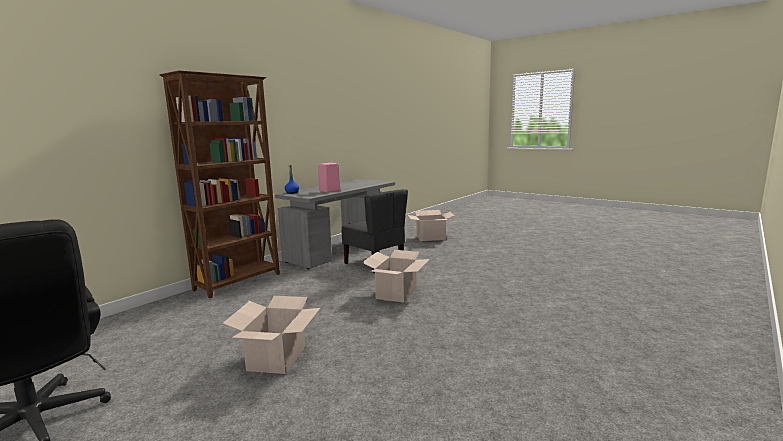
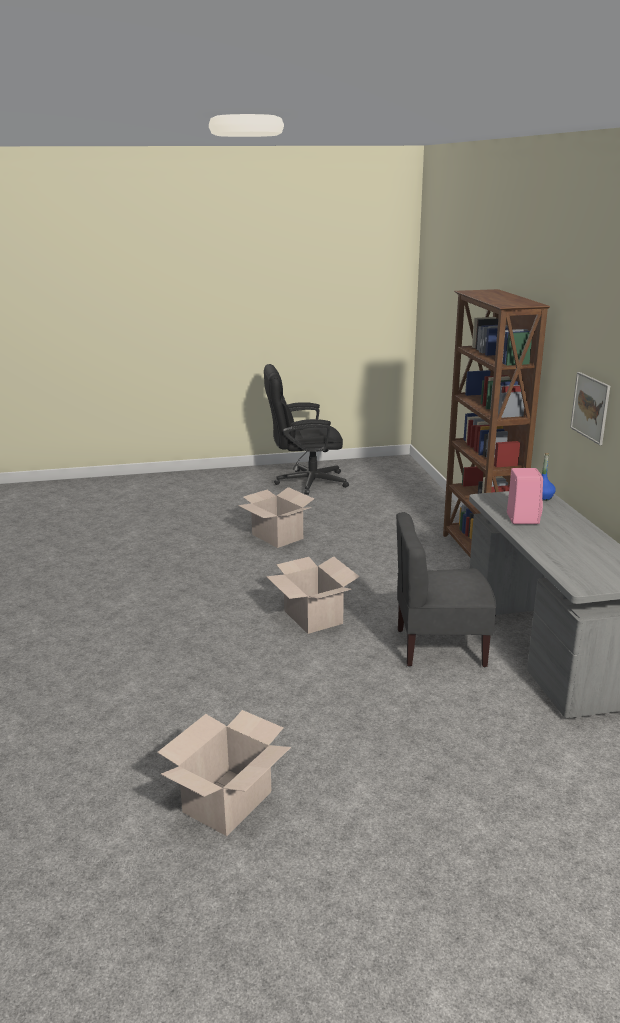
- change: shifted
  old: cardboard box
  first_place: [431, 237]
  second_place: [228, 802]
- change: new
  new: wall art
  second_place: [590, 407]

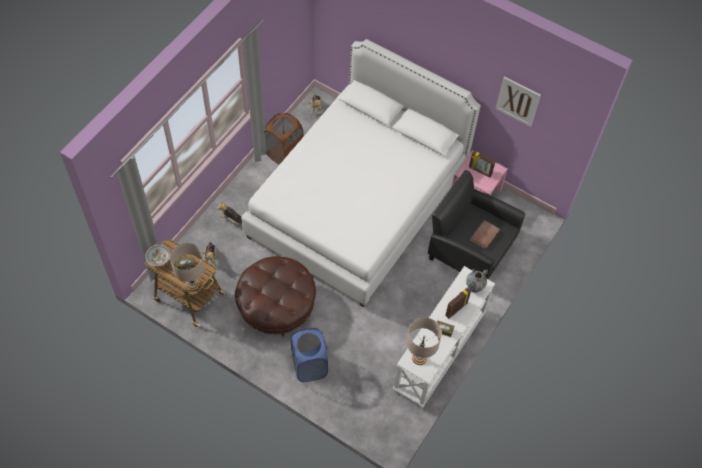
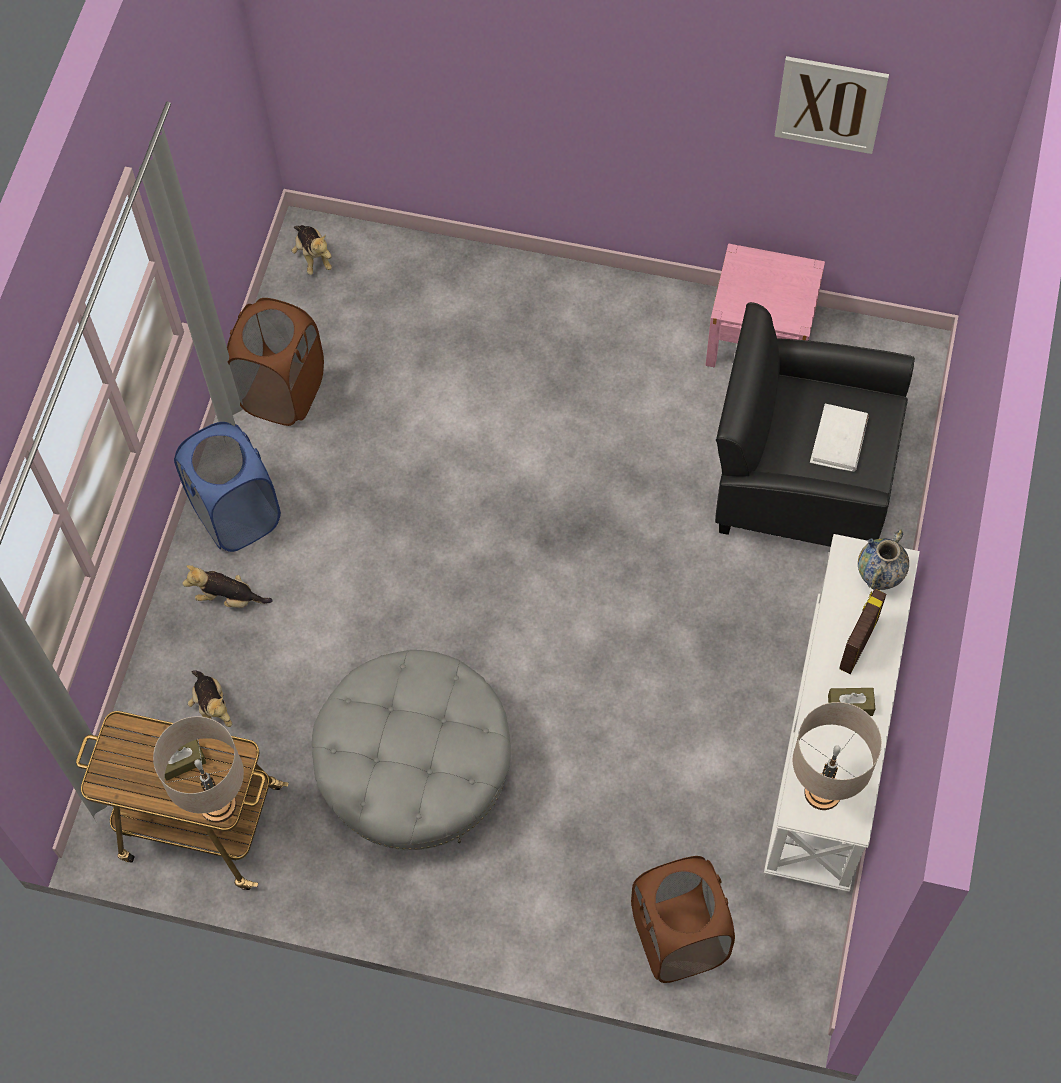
- change: shifted
  old: blue-coloured washing basket
  first_place: [309, 366]
  second_place: [236, 514]
- change: repainted
  old: brown-coloured footrest
  new: gray footrest
  first_place: [276, 307]
  second_place: [416, 772]
- change: new
  new: brown-coloured washing basket
  second_place: [679, 938]
- change: repainted
  old: brown-coloured volume
  new: whitish volume
  first_place: [484, 235]
  second_place: [839, 440]
- change: gone
  old: serving bowl
  first_place: [159, 258]
- change: gone
  old: whitish bedroom bed
  first_place: [357, 203]
- change: gone
  old: photo frame
  first_place: [480, 171]

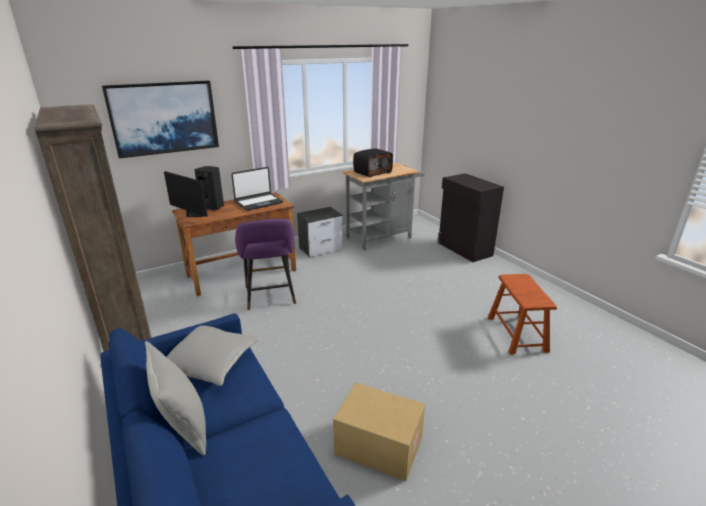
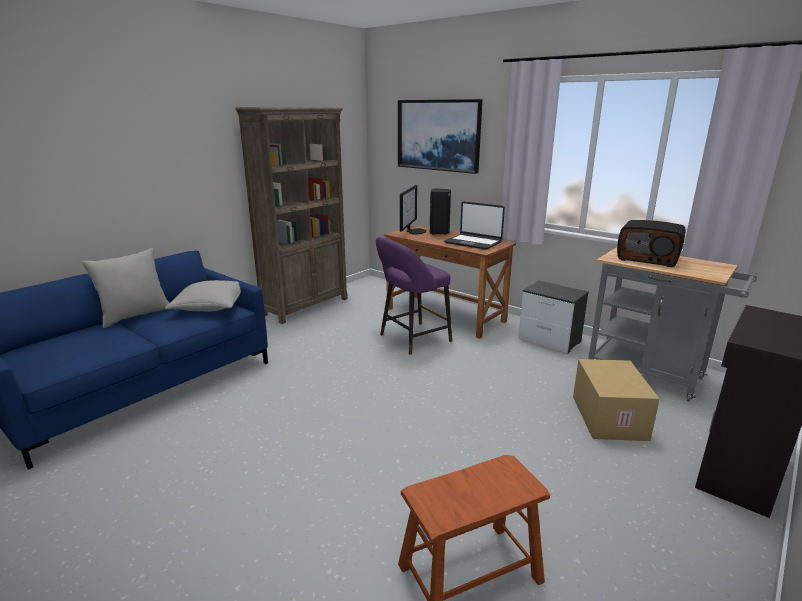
- change: shifted
  old: cardboard box
  first_place: [377, 446]
  second_place: [607, 417]

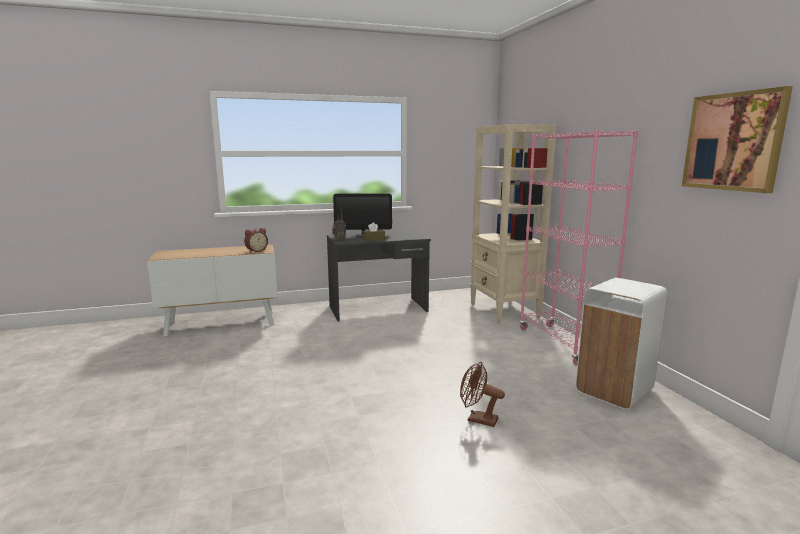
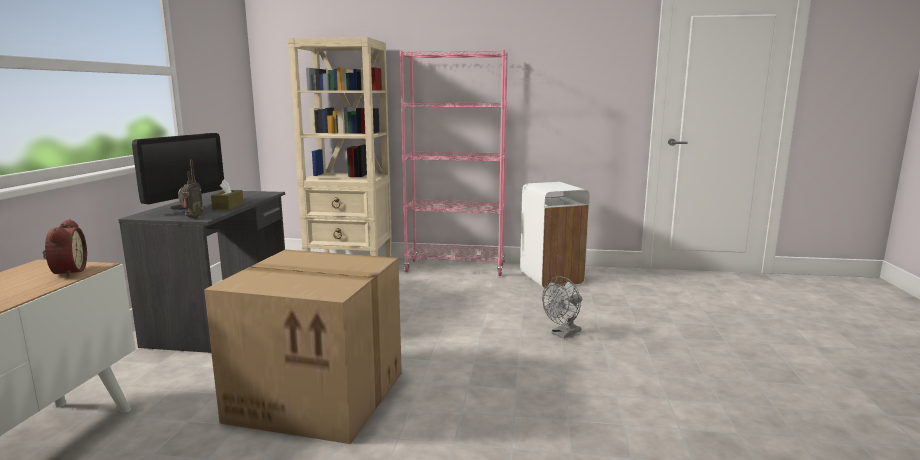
- change: new
  new: cardboard box
  second_place: [321, 395]
- change: repainted
  old: brown-coloured fan
  new: gray fan
  first_place: [477, 419]
  second_place: [563, 334]
- change: gone
  old: wall art
  first_place: [733, 142]

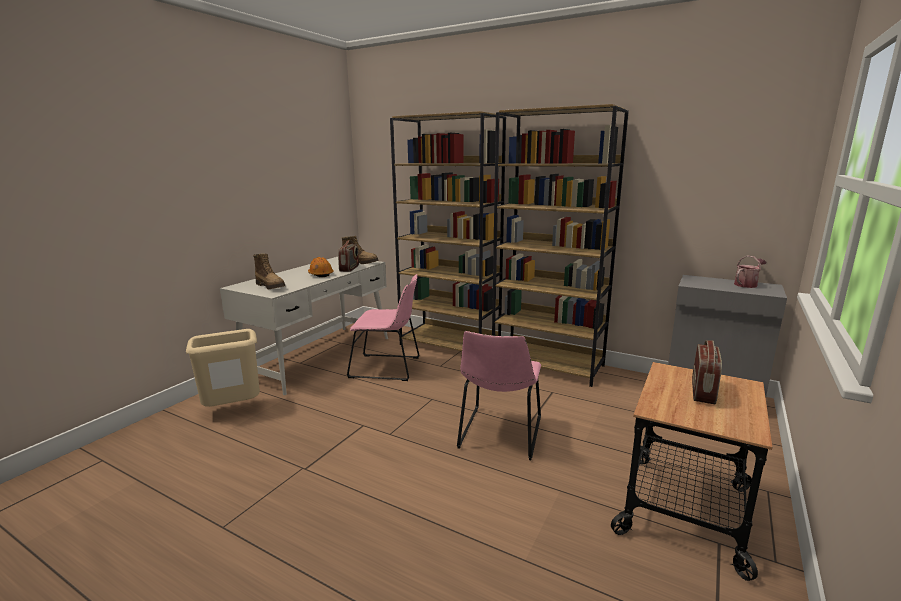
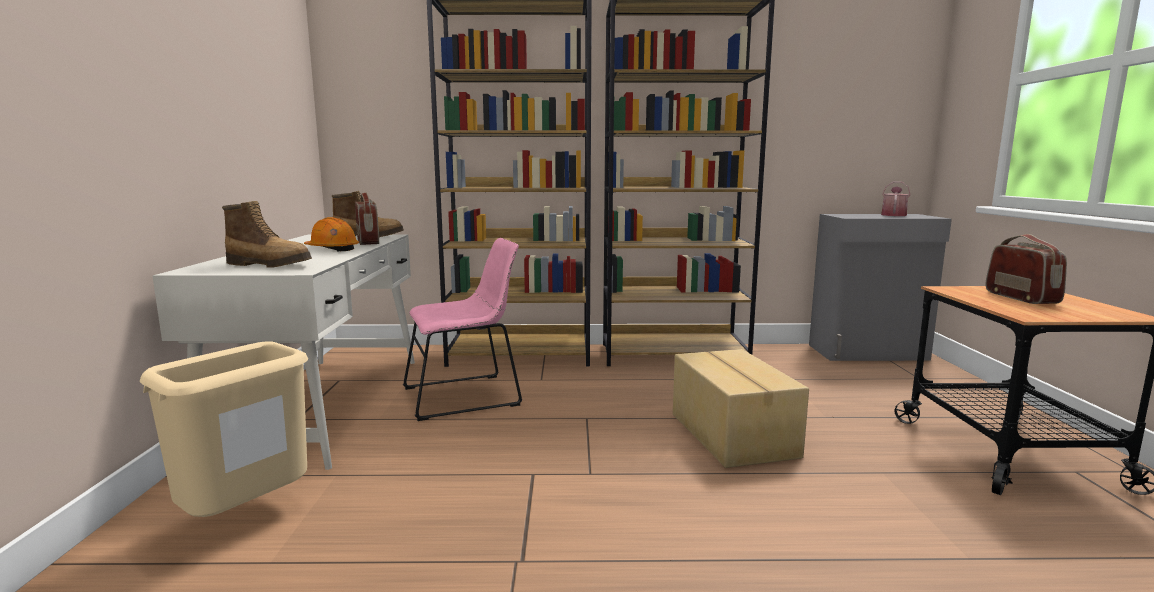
- change: swapped
  old: pink-coloured plain chair
  new: cardboard box
  first_place: [499, 434]
  second_place: [731, 435]

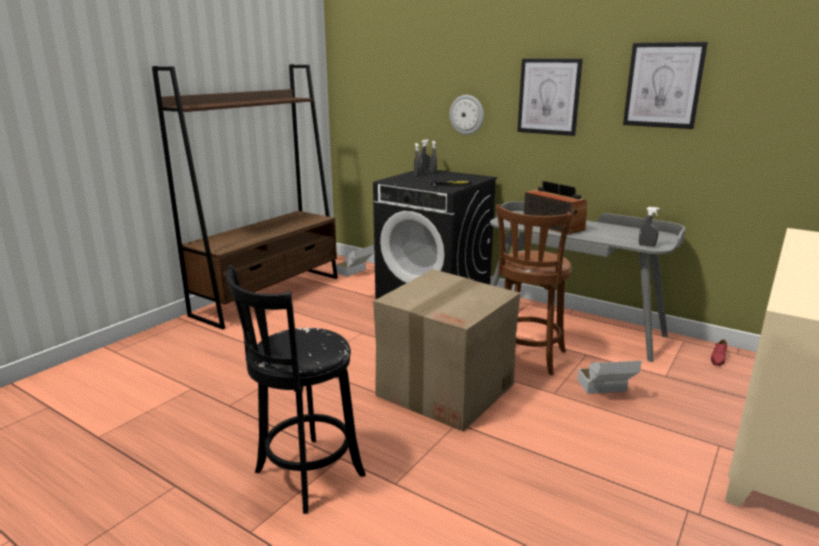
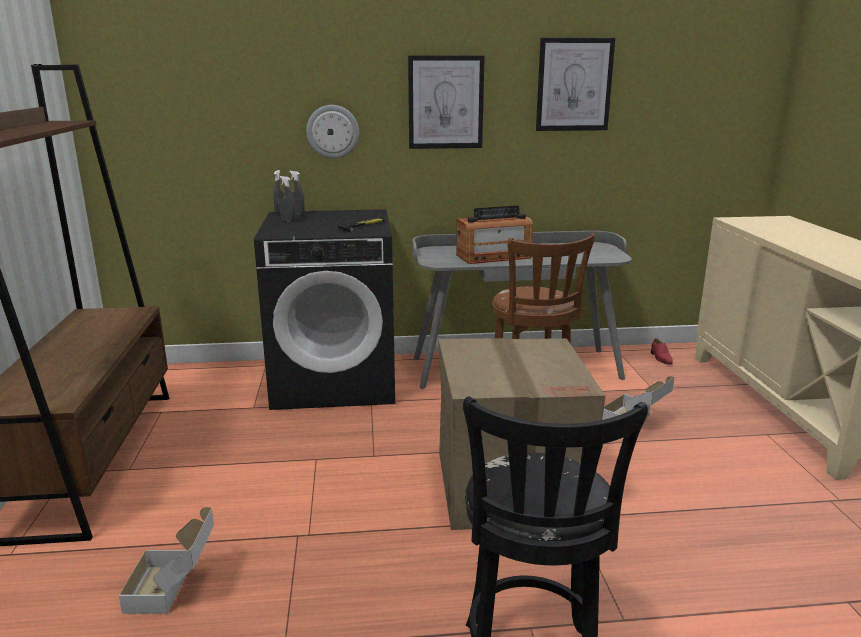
- change: shifted
  old: cardboard box
  first_place: [355, 273]
  second_place: [175, 589]
- change: rotated
  old: radio set
  first_place: [553, 226]
  second_place: [494, 257]
  degrees: 150
- change: gone
  old: gray spray bottle
  first_place: [647, 245]

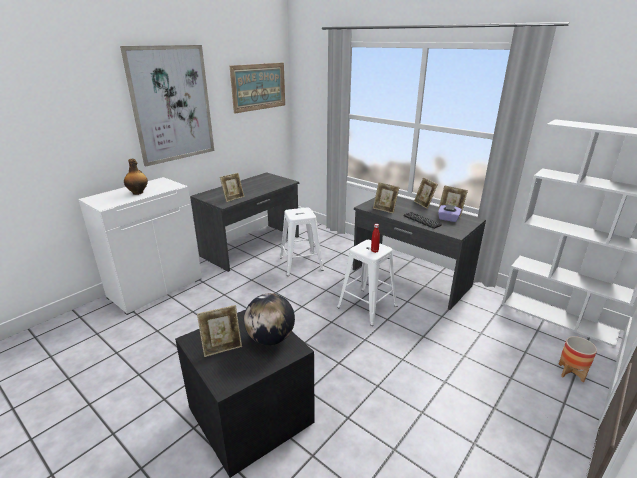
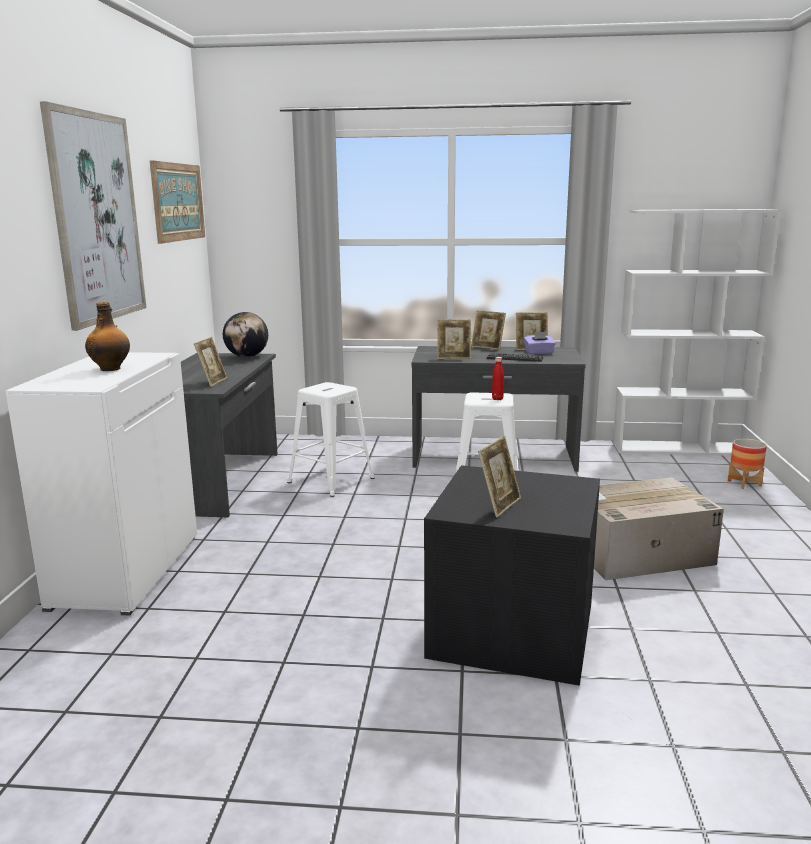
- change: shifted
  old: desk globe
  first_place: [270, 339]
  second_place: [247, 356]
- change: new
  new: cardboard box
  second_place: [636, 553]

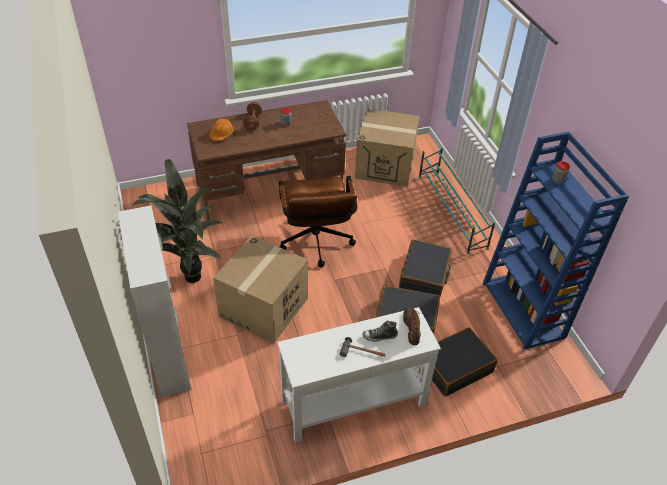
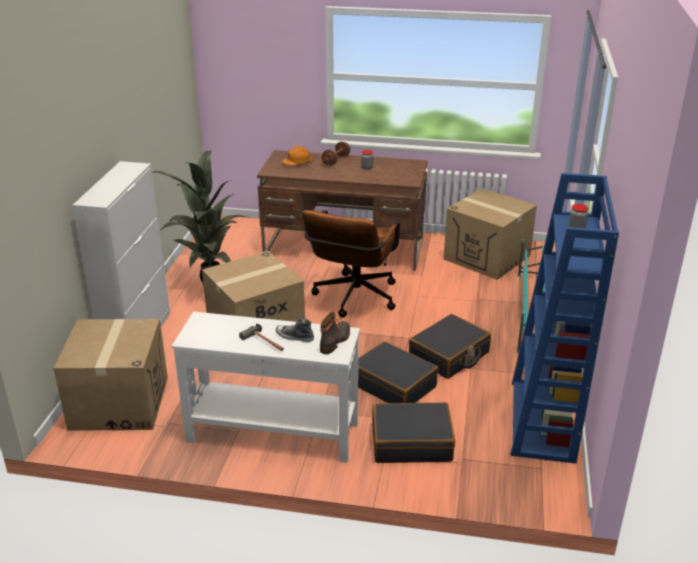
- change: new
  new: cardboard box
  second_place: [119, 403]

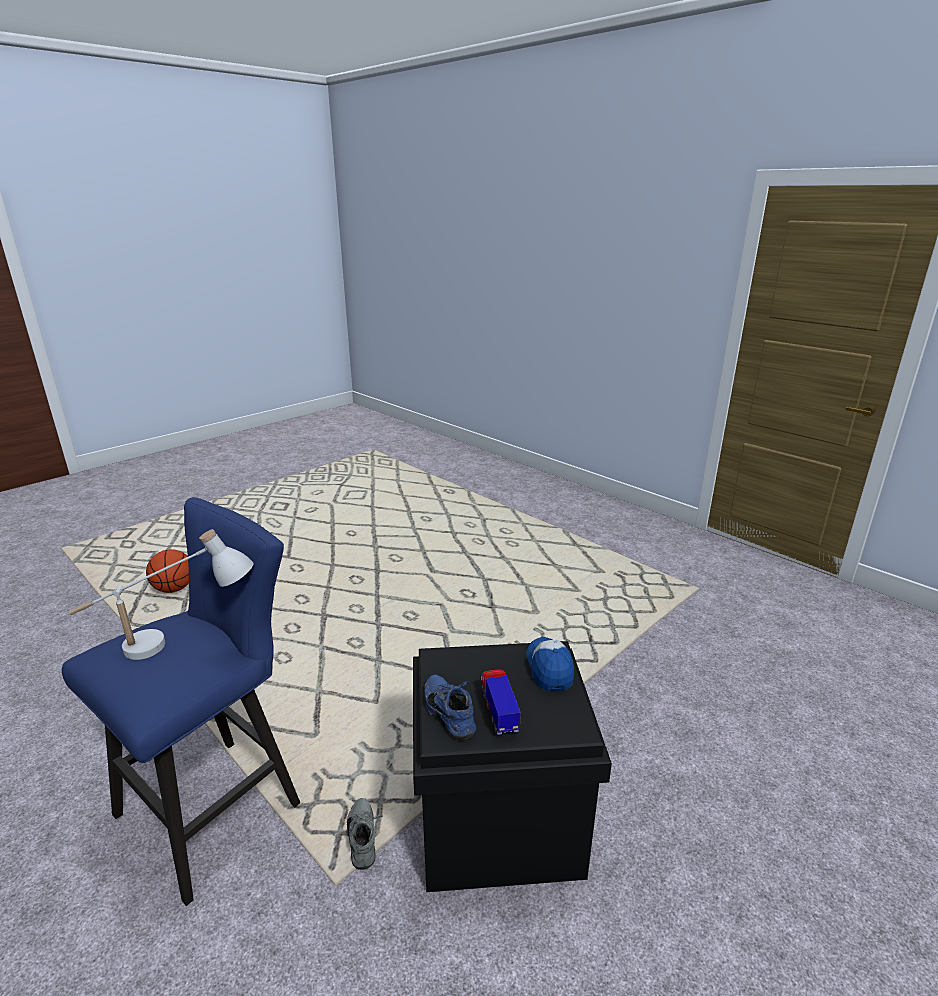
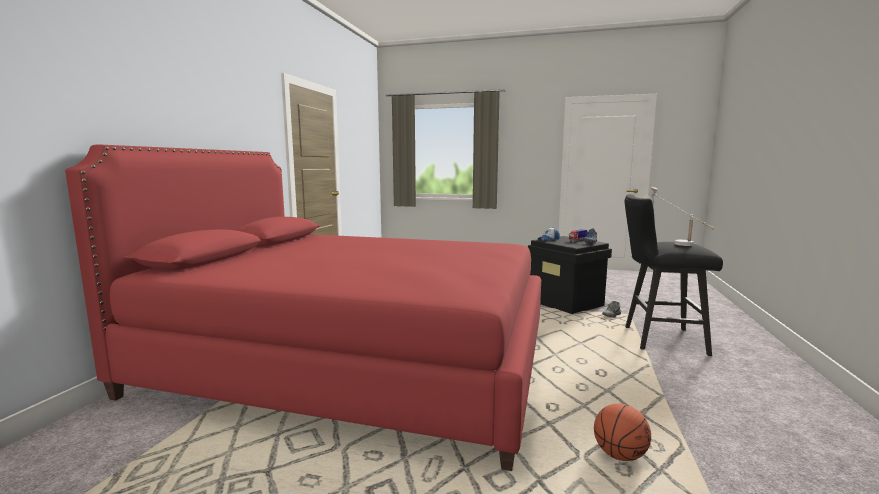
- change: new
  new: red-coloured bedroom bed
  second_place: [355, 362]
- change: repainted
  old: blue-coloured stool seat
  new: blackish stool seat
  first_place: [221, 803]
  second_place: [658, 339]

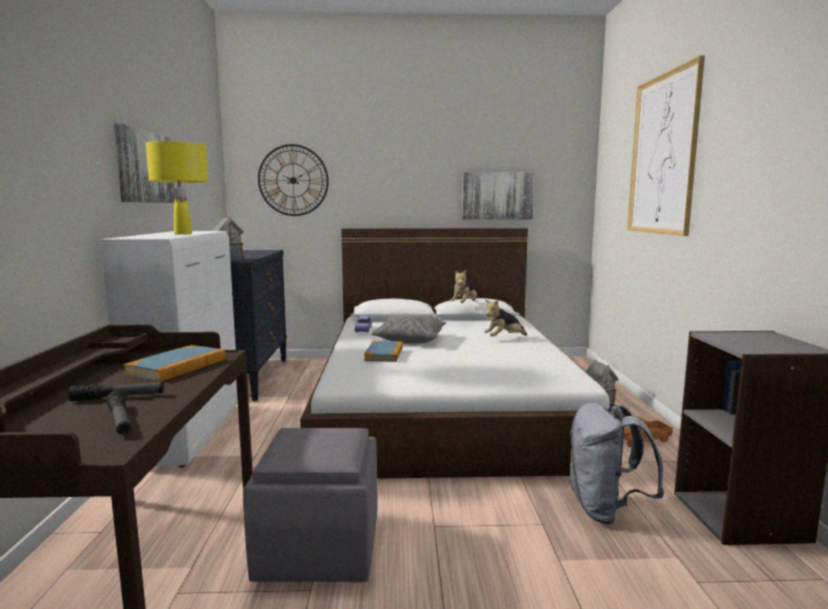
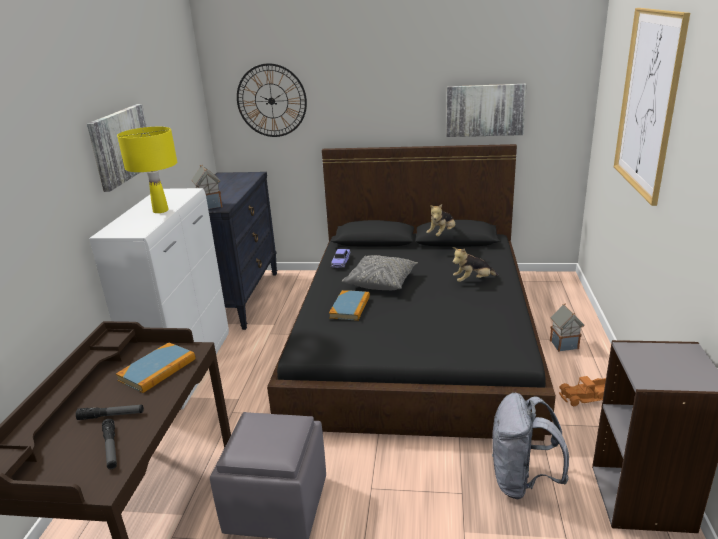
- change: repainted
  old: whitish bedroom bed
  new: blackish bedroom bed
  first_place: [444, 400]
  second_place: [414, 335]

